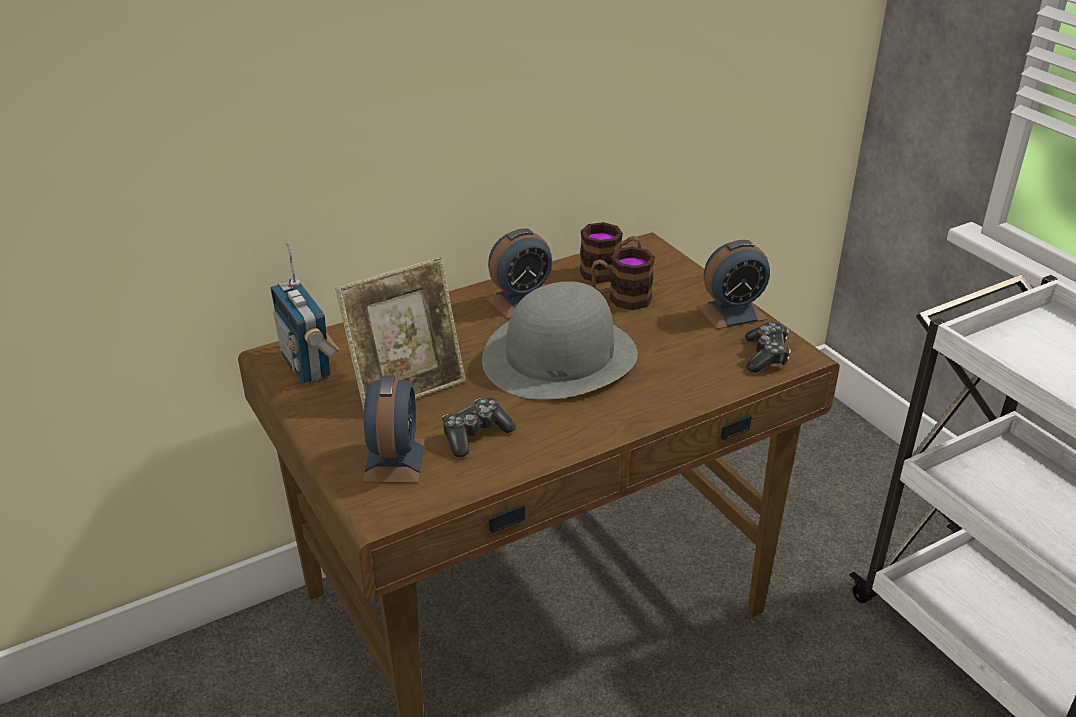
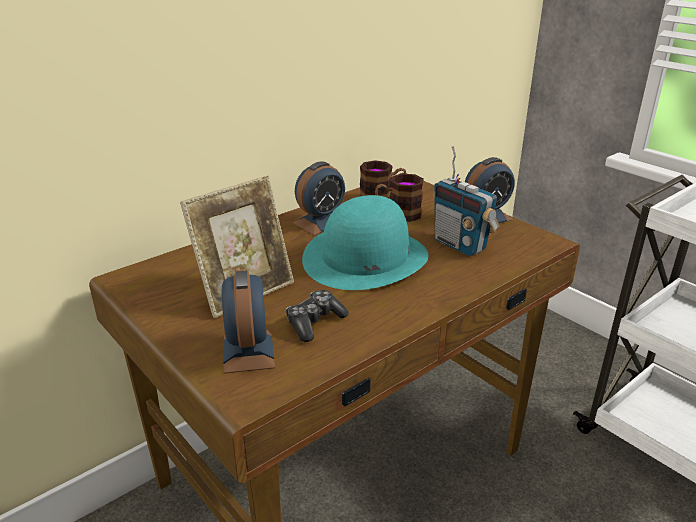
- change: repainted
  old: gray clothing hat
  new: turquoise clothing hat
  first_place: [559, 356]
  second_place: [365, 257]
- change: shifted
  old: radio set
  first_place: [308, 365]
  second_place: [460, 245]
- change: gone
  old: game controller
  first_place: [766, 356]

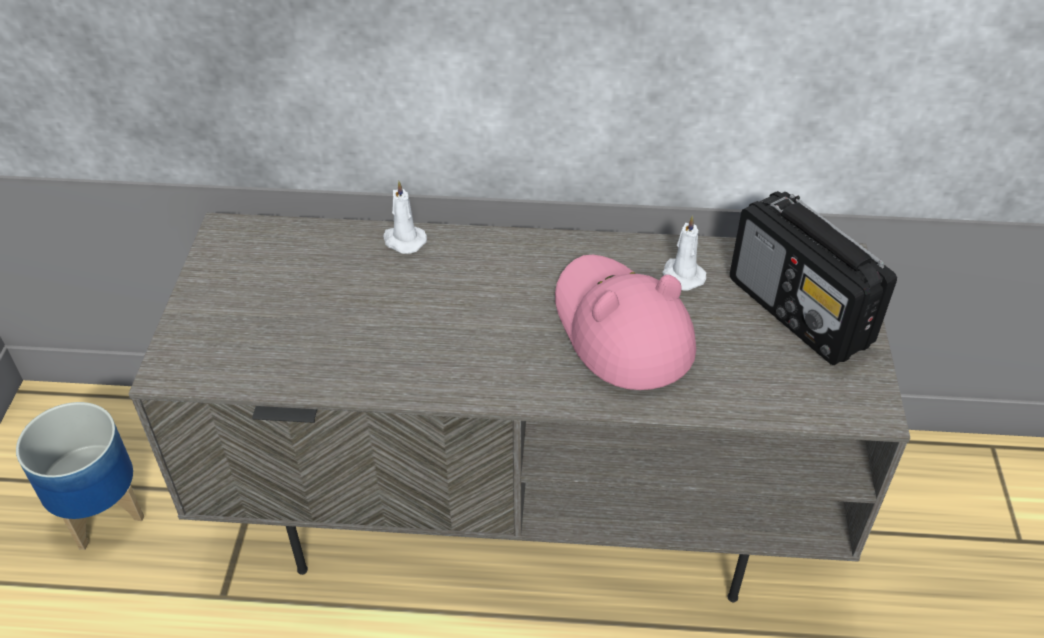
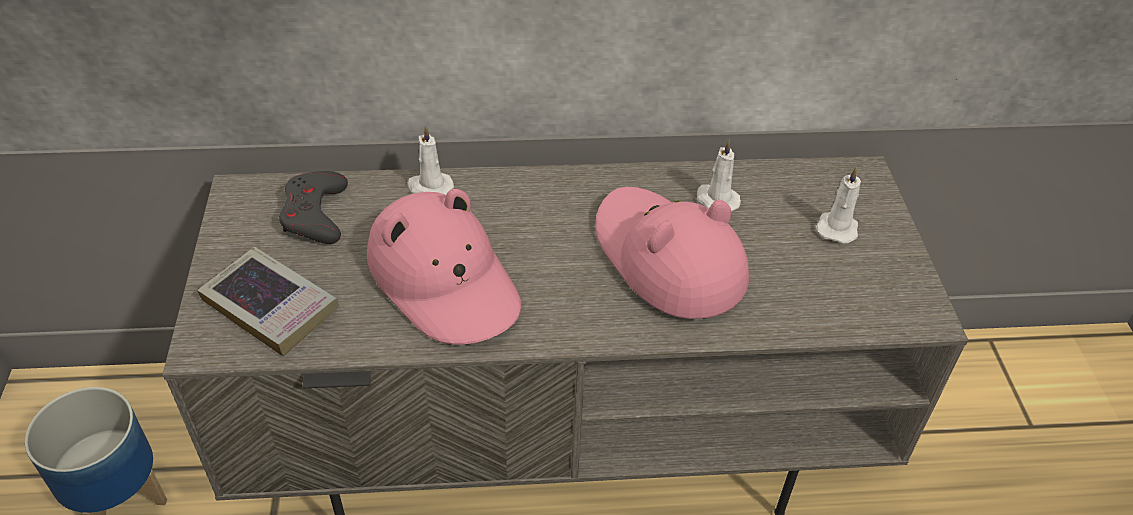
- change: new
  new: volume
  second_place: [271, 306]
- change: new
  new: gray game controller
  second_place: [315, 214]
- change: new
  new: pink-coloured clothing hat
  second_place: [445, 280]
- change: swapped
  old: radio set
  new: whitish wax candle
  first_place: [800, 312]
  second_place: [837, 227]

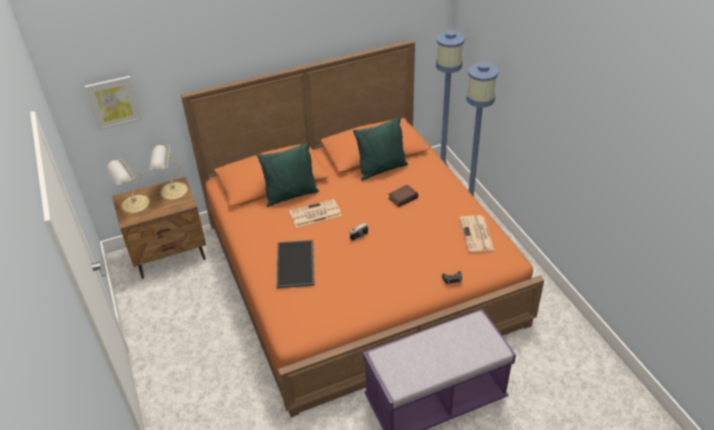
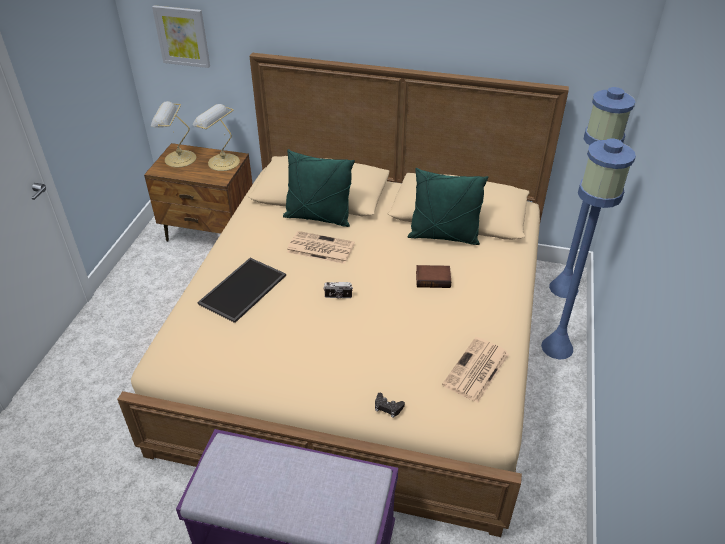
- change: repainted
  old: orangey bedroom bed
  new: beige bedroom bed
  first_place: [358, 271]
  second_place: [362, 345]

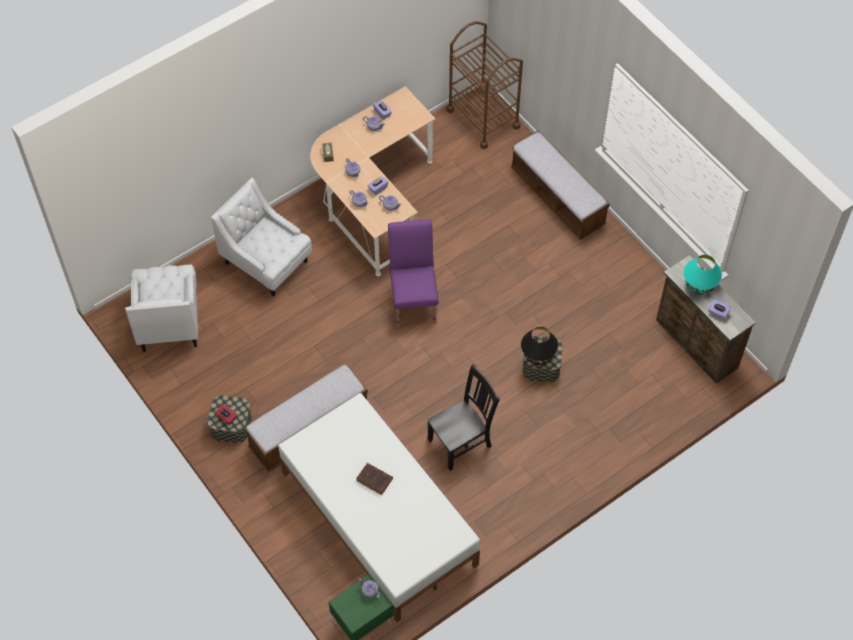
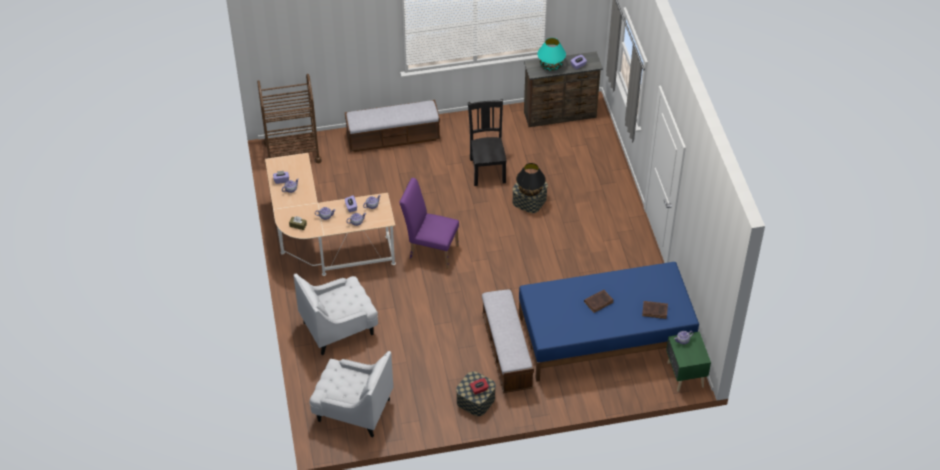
- change: shifted
  old: blackish plain chair
  first_place: [461, 442]
  second_place: [487, 169]
- change: repainted
  old: whitish bedroom bed
  new: blue-coloured bedroom bed
  first_place: [378, 519]
  second_place: [606, 337]
- change: new
  new: brown-coloured volume
  second_place: [655, 311]

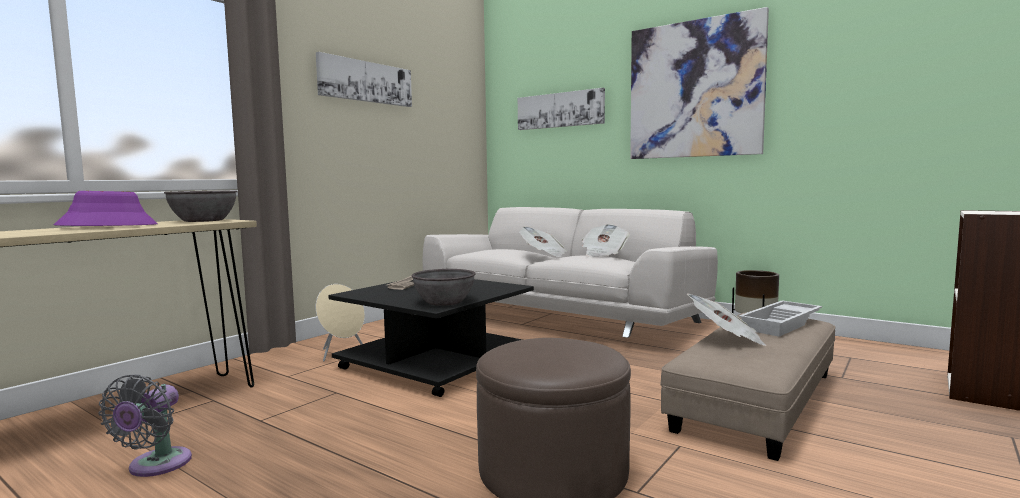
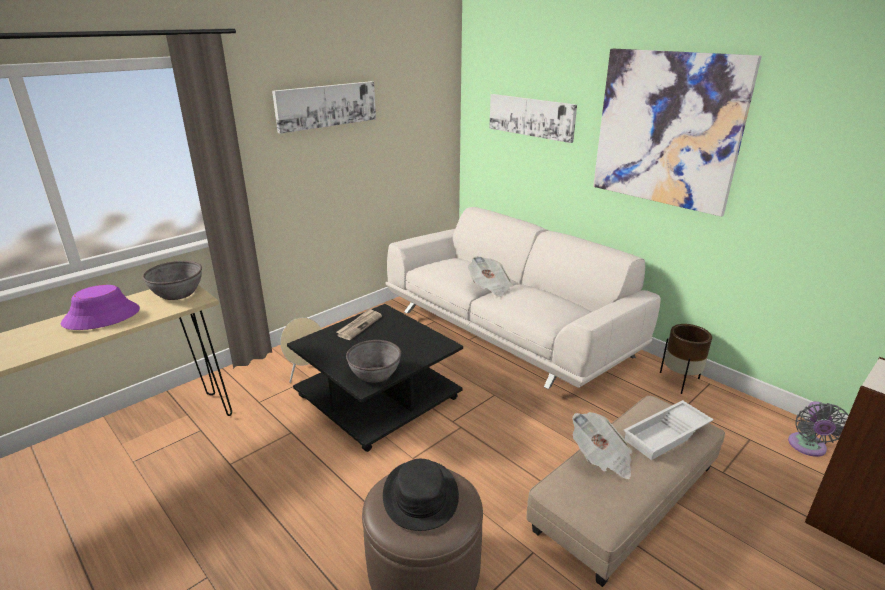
- change: new
  new: blackish clothing hat
  second_place: [420, 495]
- change: shifted
  old: gray fan
  first_place: [155, 466]
  second_place: [807, 447]
- change: gone
  old: printed paper
  first_place: [603, 254]

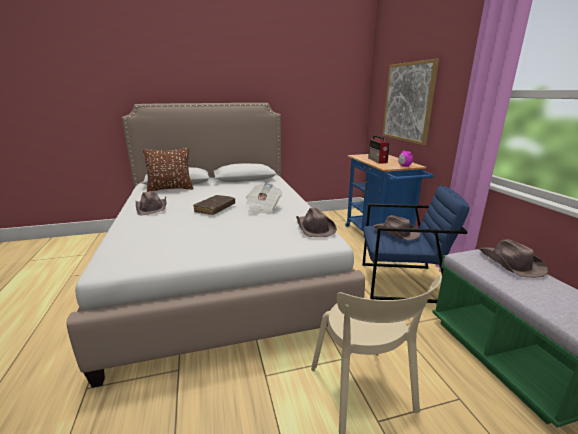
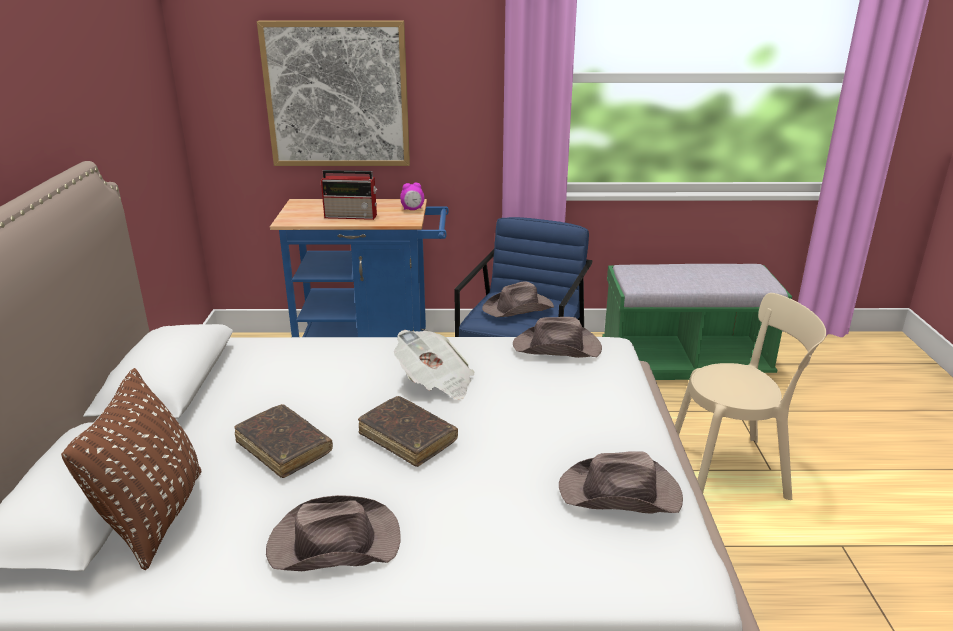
- change: new
  new: brown-coloured volume
  second_place: [284, 448]
- change: shifted
  old: brown-coloured clothing hat
  first_place: [510, 263]
  second_place: [621, 494]

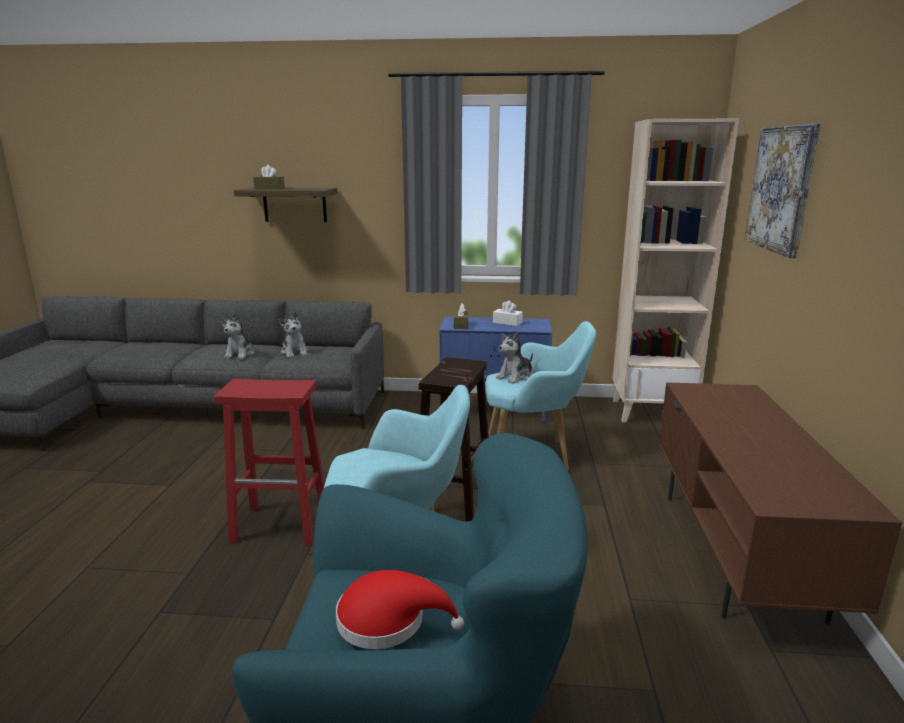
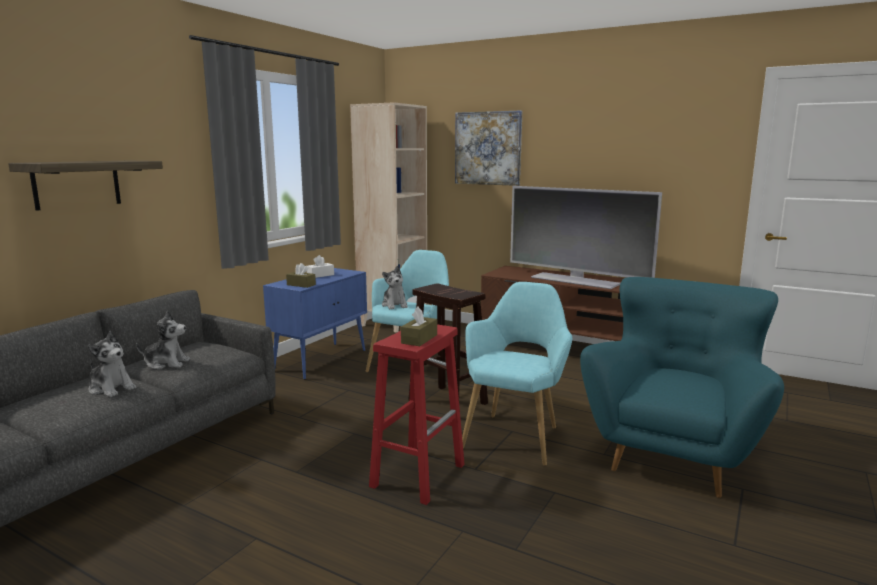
- change: shifted
  old: brown-coloured box of tissues
  first_place: [269, 188]
  second_place: [419, 339]
- change: new
  new: television
  second_place: [575, 280]
- change: gone
  old: red-coloured clothing hat
  first_place: [388, 620]

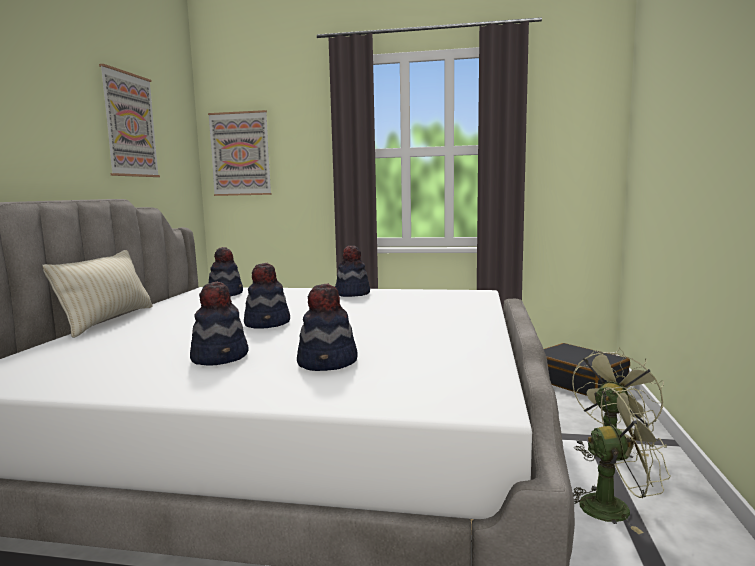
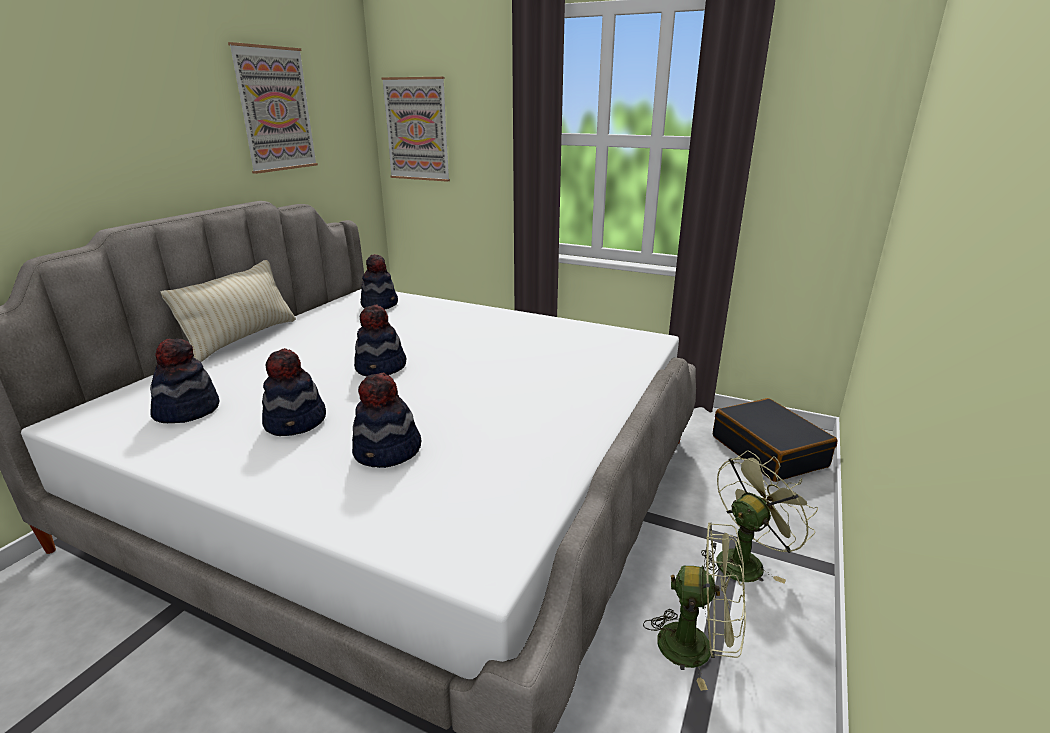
- change: shifted
  old: clothing hat
  first_place: [352, 293]
  second_place: [187, 410]

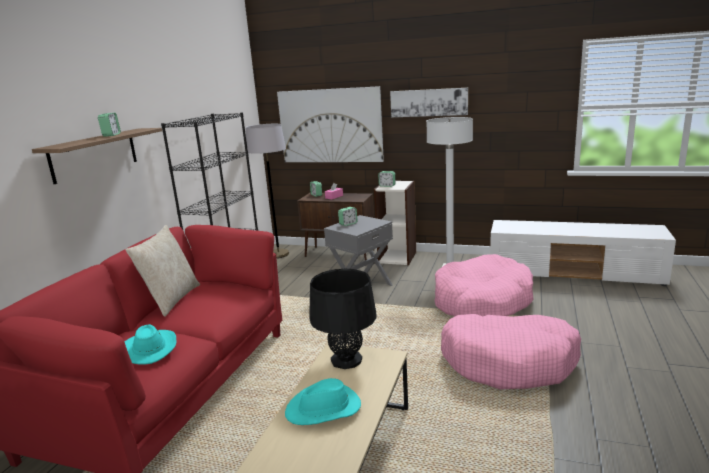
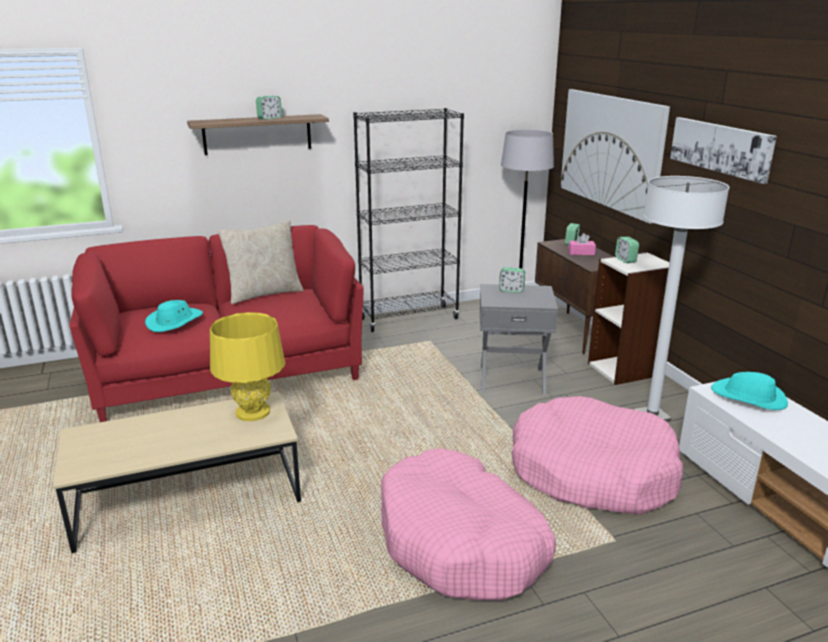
- change: repainted
  old: blackish tabletop lamp
  new: yellow tabletop lamp
  first_place: [346, 360]
  second_place: [253, 412]
- change: shifted
  old: turquoise clothing hat
  first_place: [324, 409]
  second_place: [748, 397]

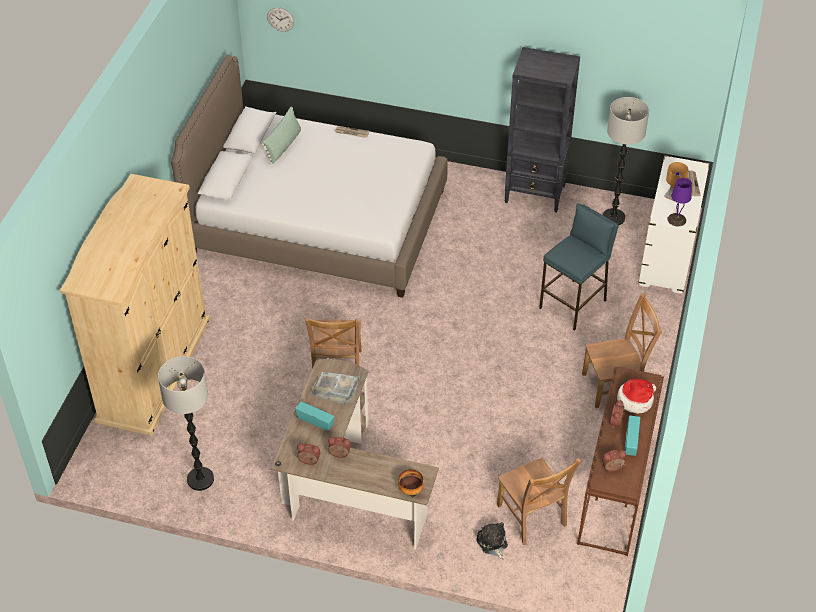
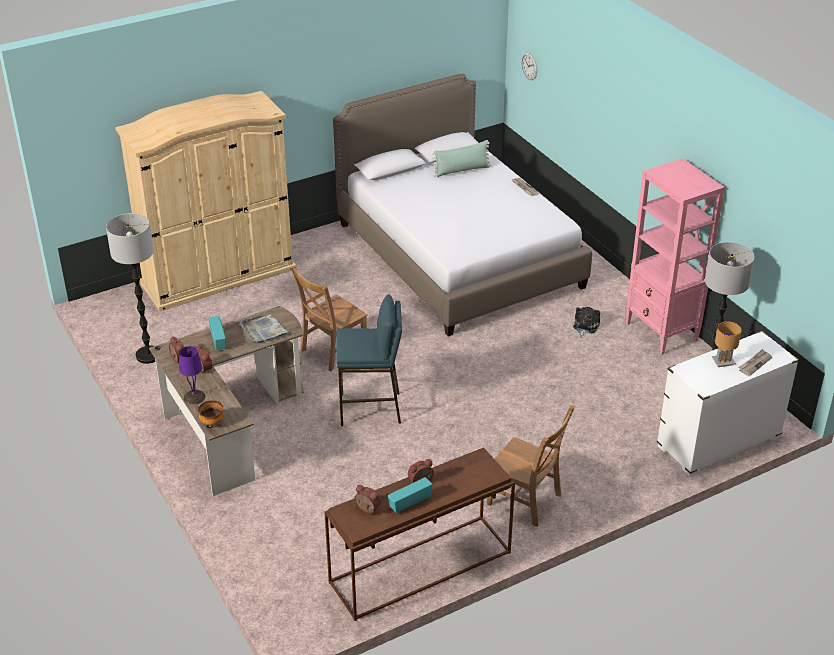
- change: shifted
  old: purplish tabletop lamp
  first_place: [676, 220]
  second_place: [194, 397]
- change: shifted
  old: blue-coloured stool seat
  first_place: [574, 304]
  second_place: [371, 409]
- change: shifted
  old: plush toy
  first_place: [492, 543]
  second_place: [585, 326]
- change: repainted
  old: blackish shelving unit
  new: pink-coloured shelving unit
  first_place: [535, 194]
  second_place: [661, 332]
- change: gone
  old: brown-coloured plain chair
  first_place: [532, 517]
- change: gone
  old: clothing hat
  first_place: [635, 400]

